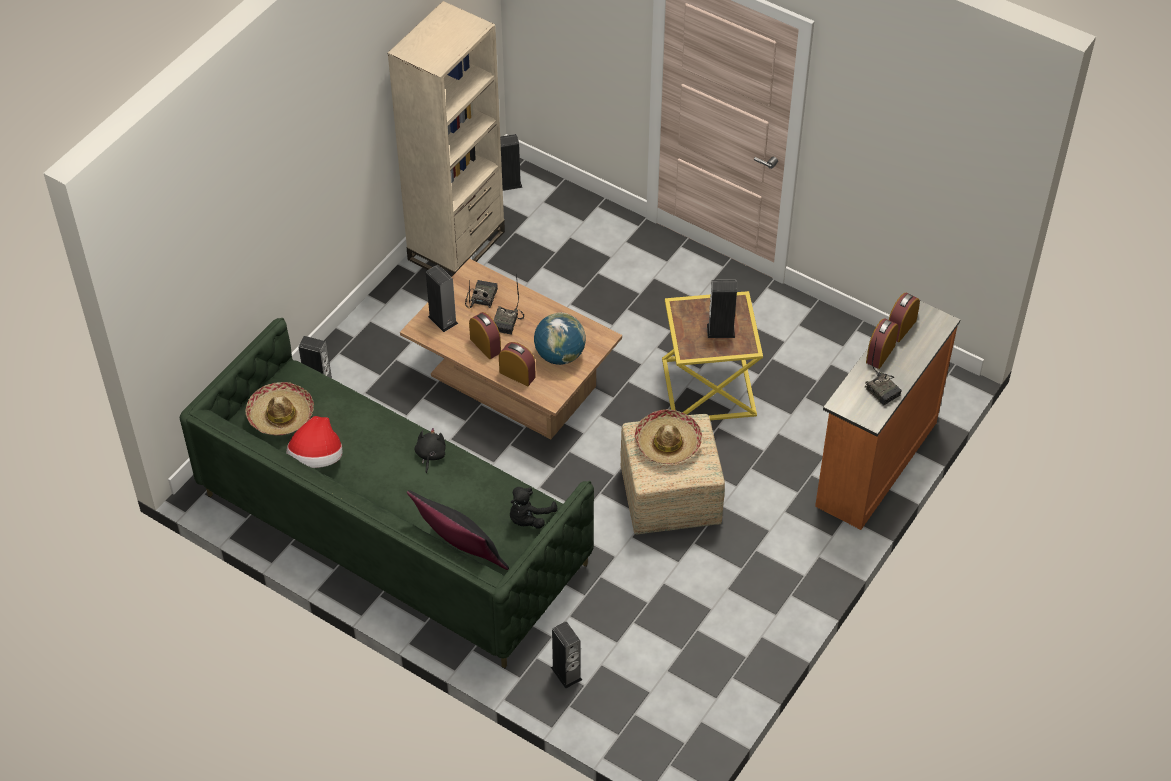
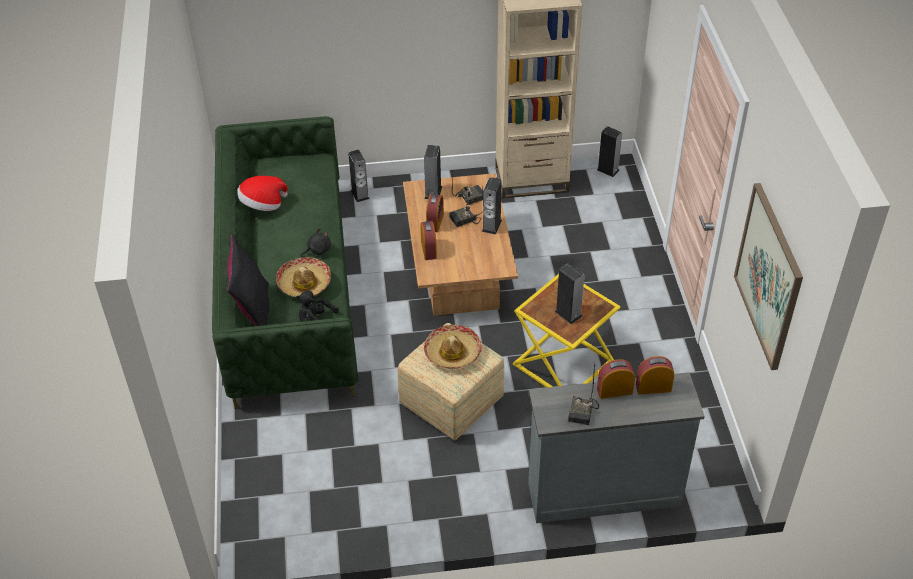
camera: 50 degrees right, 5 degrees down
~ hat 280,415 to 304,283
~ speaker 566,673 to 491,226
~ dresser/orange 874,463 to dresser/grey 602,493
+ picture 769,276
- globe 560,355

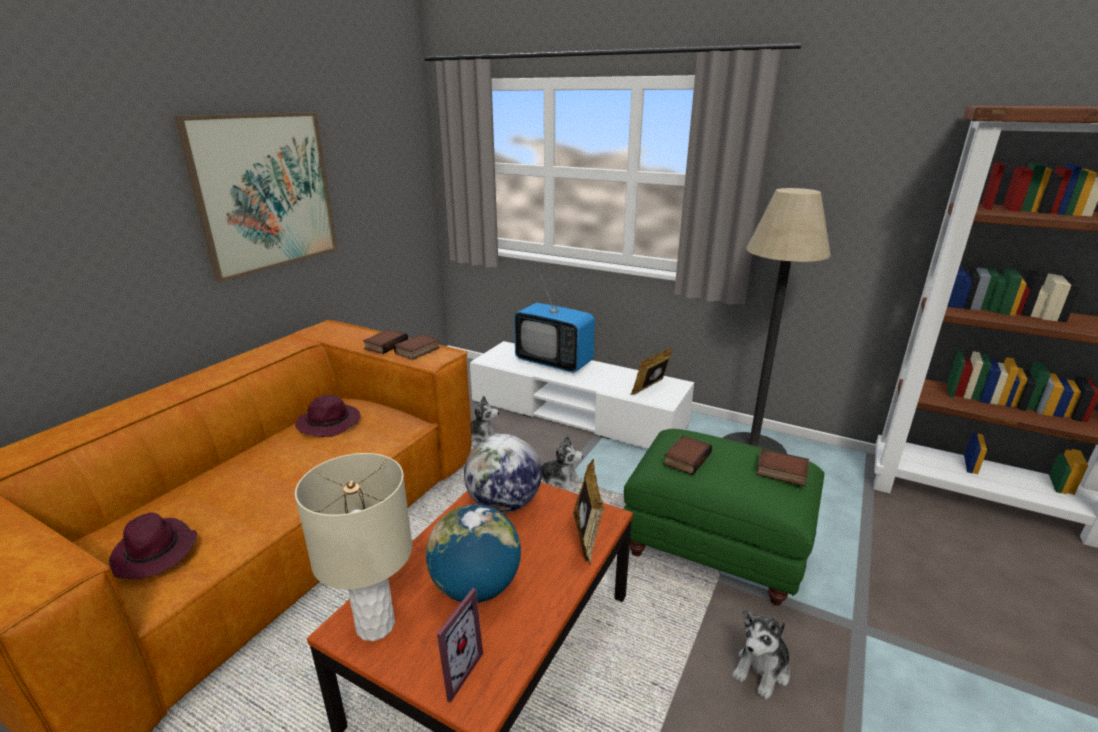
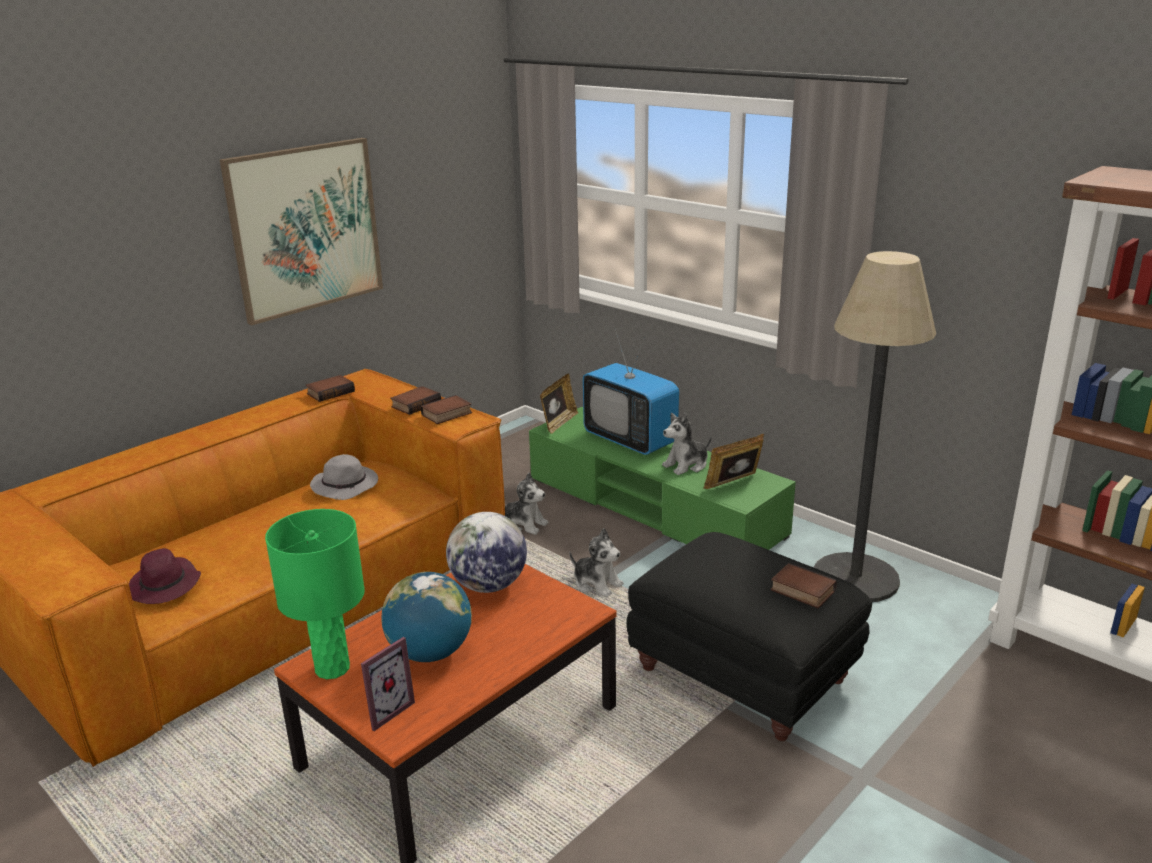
camera: 15 degrees right, 0 degrees up
~ table lamp/beige 376,626 to table lamp/green 333,668
~ book 686,458 to 330,392
~ hat/purple 330,423 to hat/grey 346,486
~ tv stand/white 576,413 to tv stand/green 653,507
~ picture frame 588,535 to 558,423
~ ottoman/green 716,548 to ottoman/black 745,676
~ plush toy 762,669 to 686,465

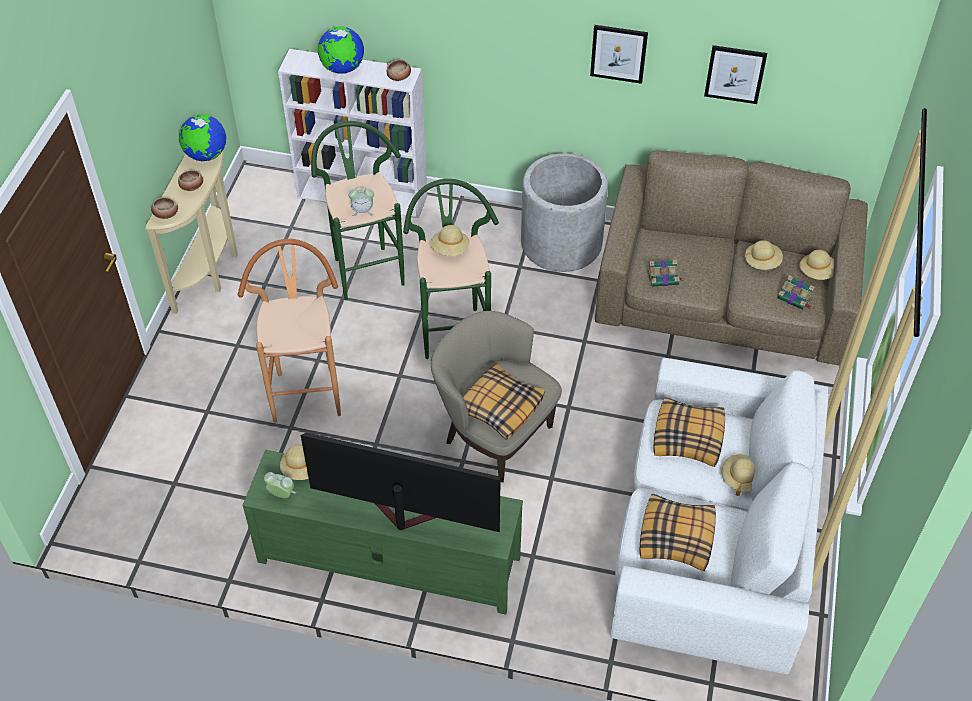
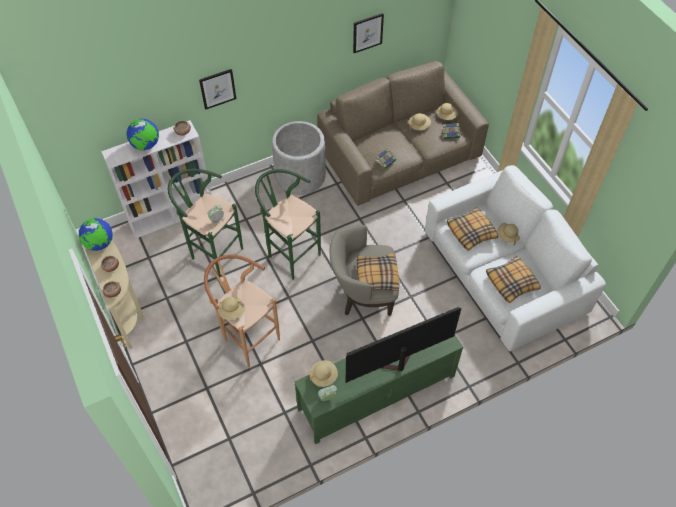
camera: 40 degrees left, 5 degrees up
~ picture 618,53 to 217,88
~ hat/beige 450,249 to 232,311

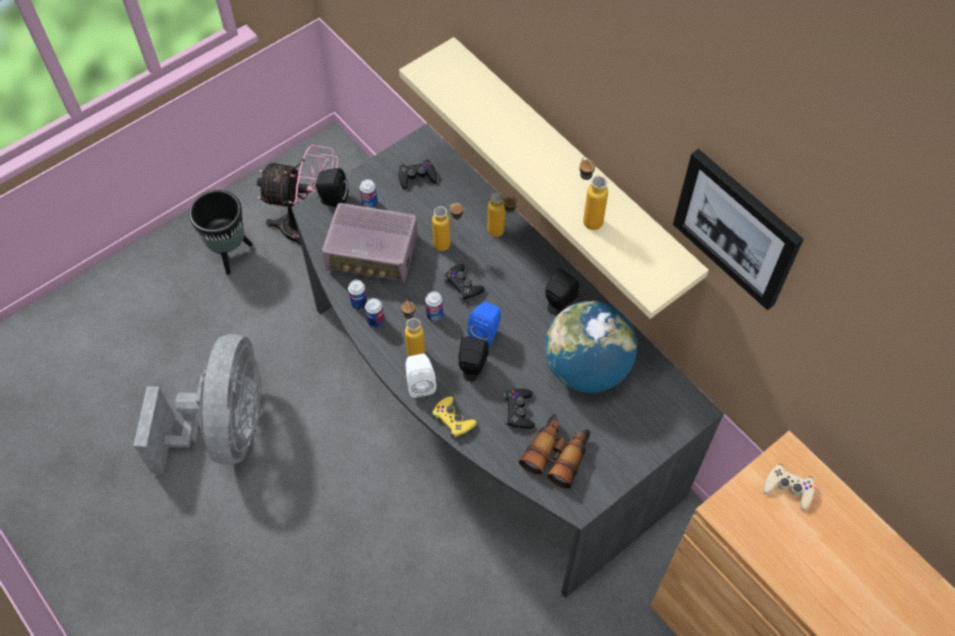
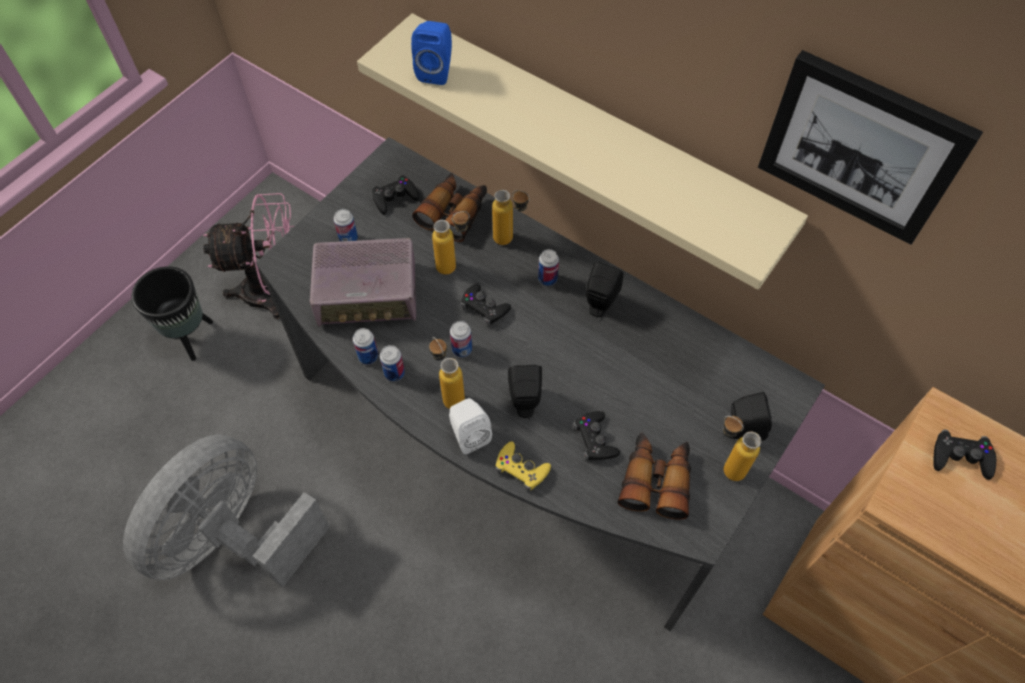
camera: 15 degrees left, 0 degrees up
~ fan/grey 226,430 = 234,537 135 degrees counterclockwise
~ speaker/blue 486,332 to 436,71
+ binoculars 454,212
+ can 547,279
~ bottle 587,217 to 726,465
~ speaker/black 332,200 to 740,430
~ game controller/beige 788,489 to game controller/black 960,457
- globe 586,368

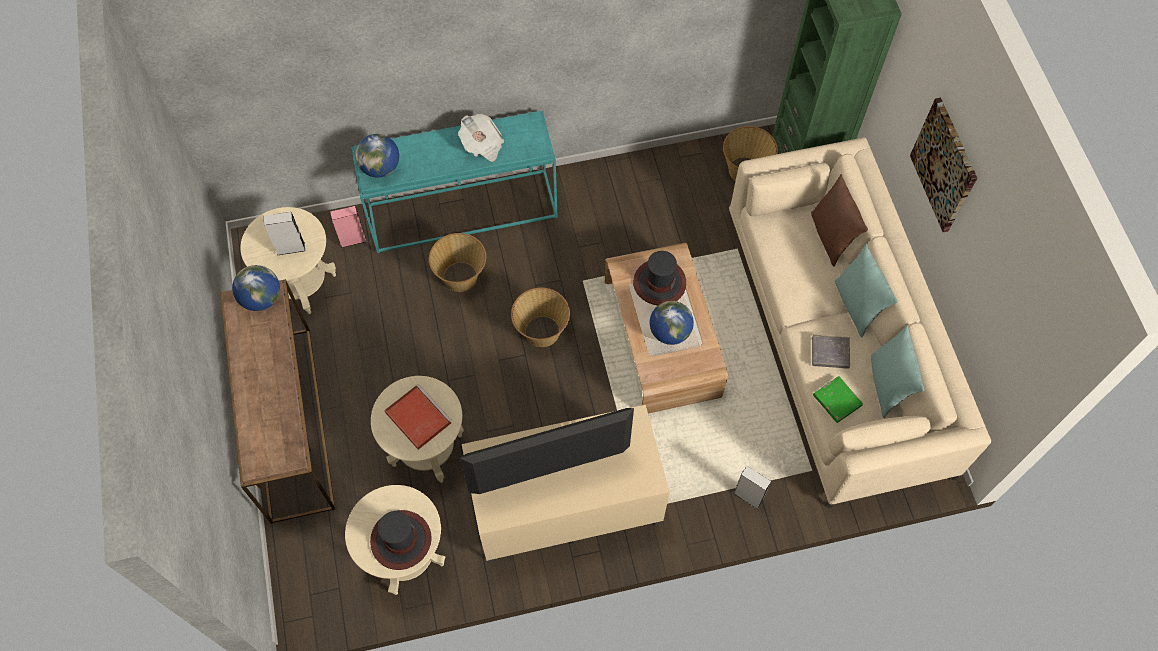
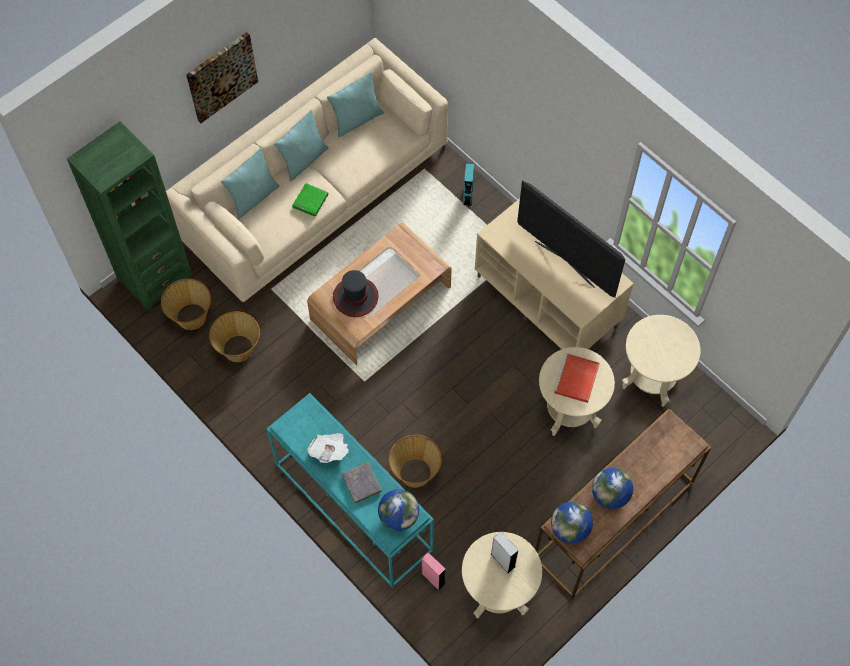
camera: 120 degrees left, 0 degrees up
~ basket 541,331 to 238,349
~ pillow/brown 831,237 to pillow/turquoise 253,198
~ book/green 837,400 to 310,201
~ book/grey 830,353 to 361,483
~ speaker/grey 748,497 to speaker/turquoise 467,196
~ globe 670,332 to 610,495
- hat 401,540

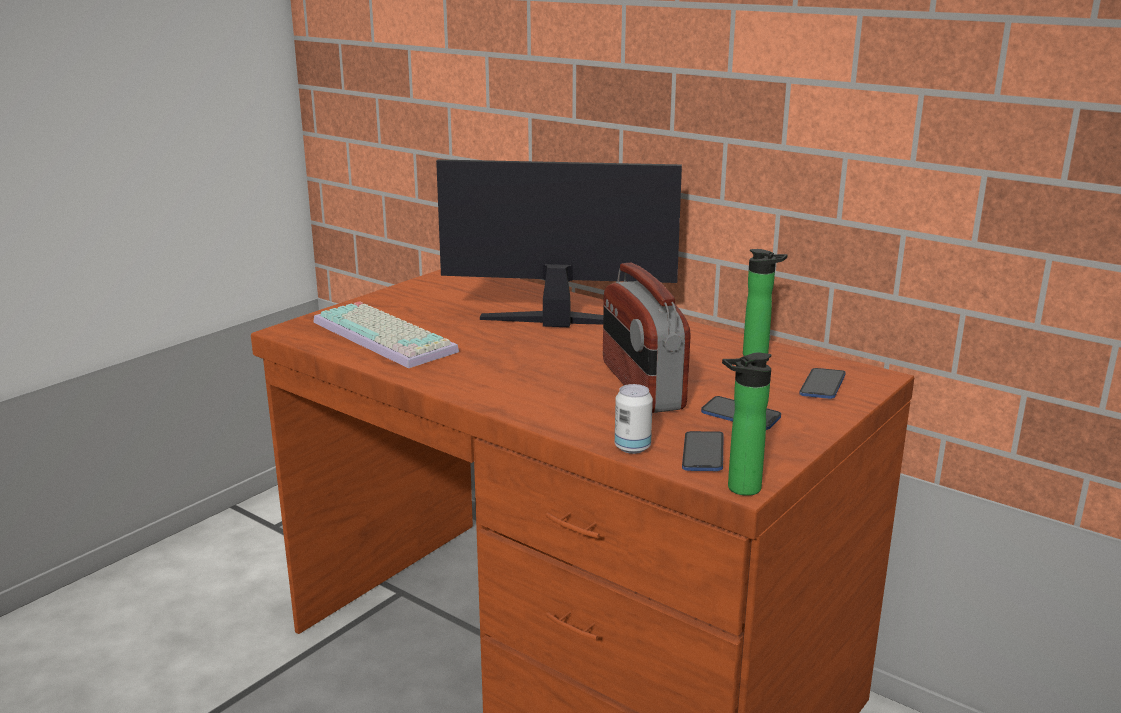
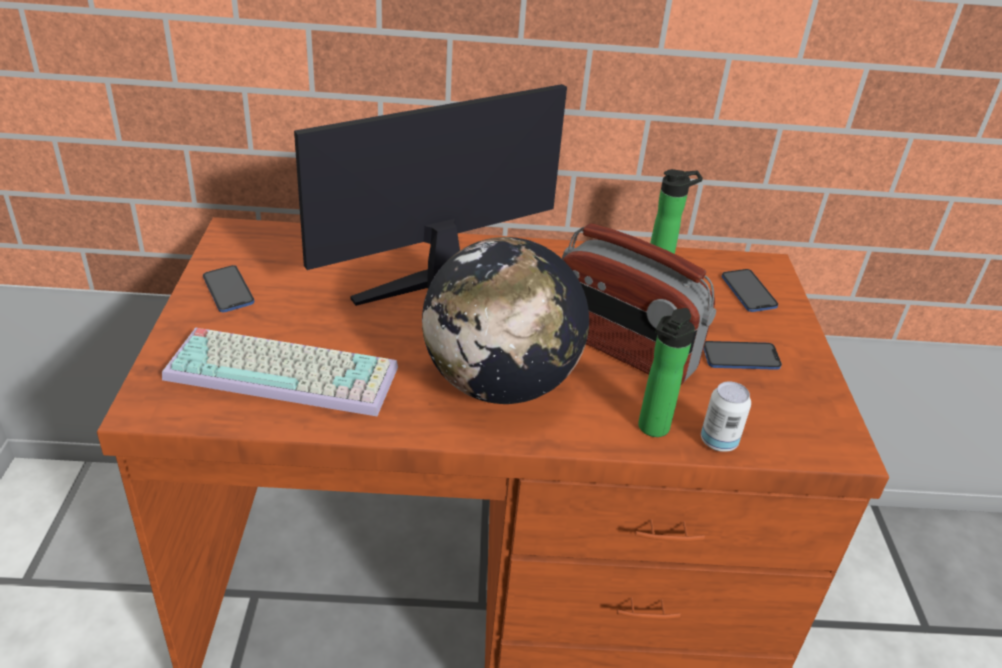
camera: 40 degrees left, 15 degrees up
~ phone 703,453 to 228,290
+ globe 499,384
~ bottle 739,489 to 651,429

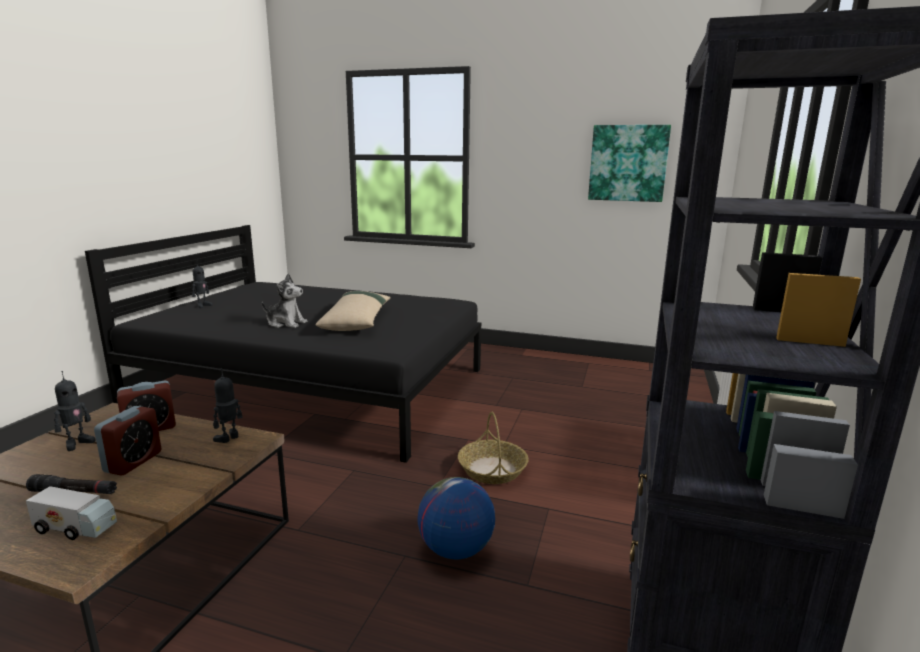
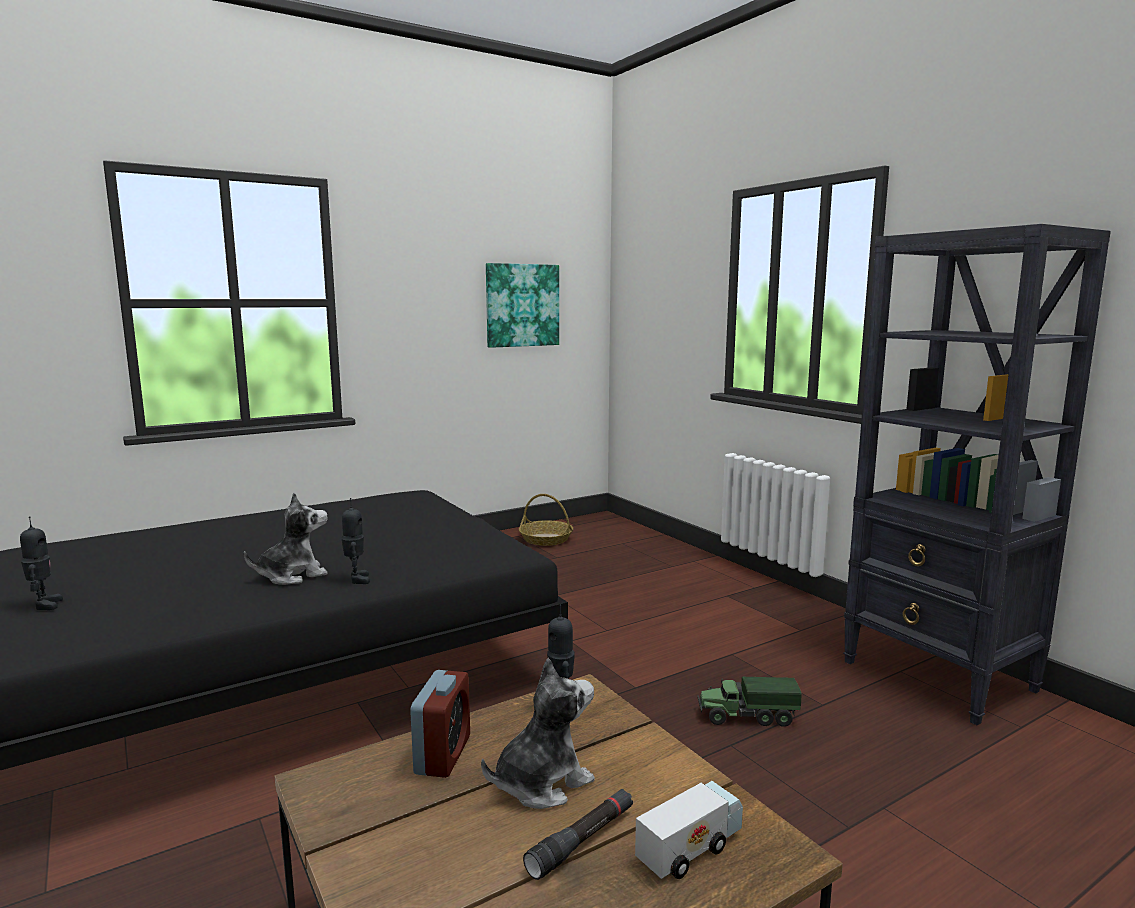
camera: 50 degrees left, 5 degrees down
~ toy robot 77,443 to 357,580
~ alarm clock 133,462 to plush toy 541,782
~ basket 492,470 to 546,539
~ globe 455,549 to toy truck 746,717
- pillow/beige 357,321

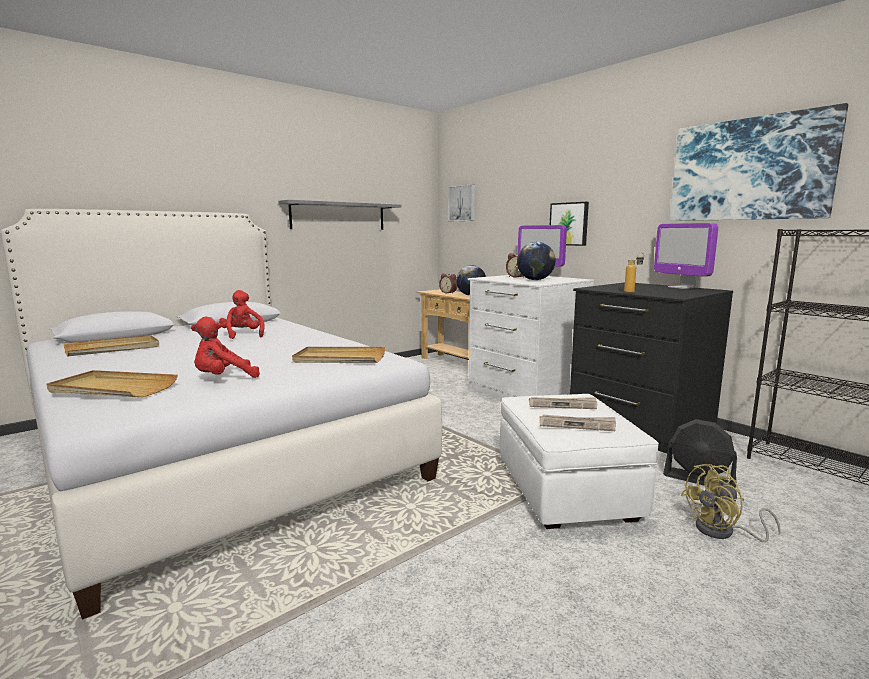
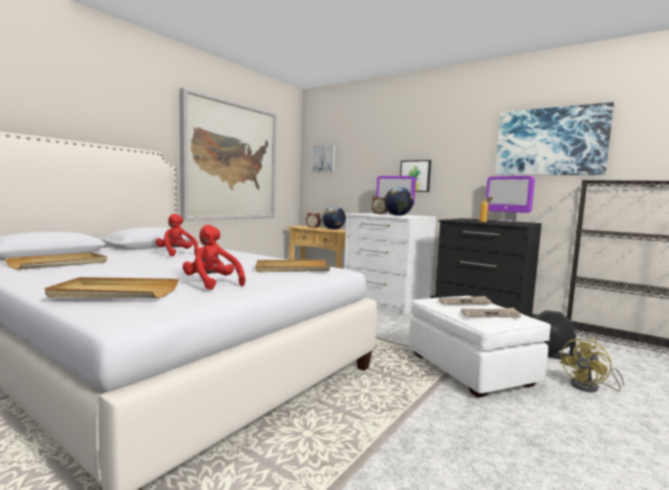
camera: 15 degrees left, 5 degrees down
~ shelf/grey 338,216 to picture 230,161
~ plush toy/red 223,379 = 212,284 90 degrees clockwise

